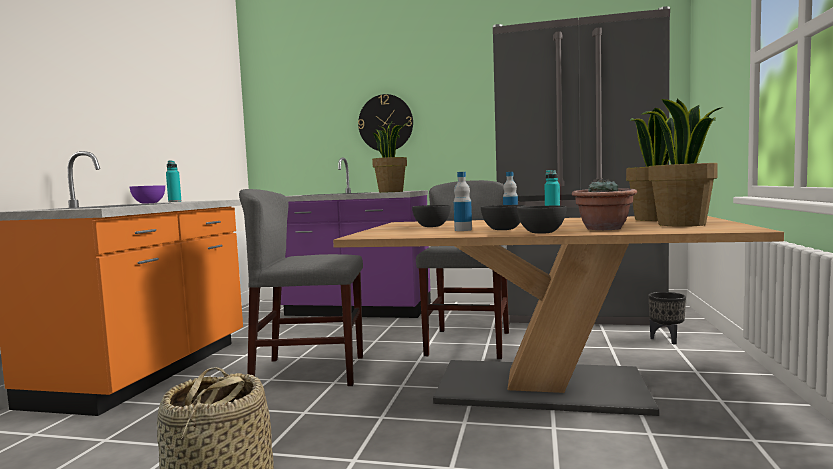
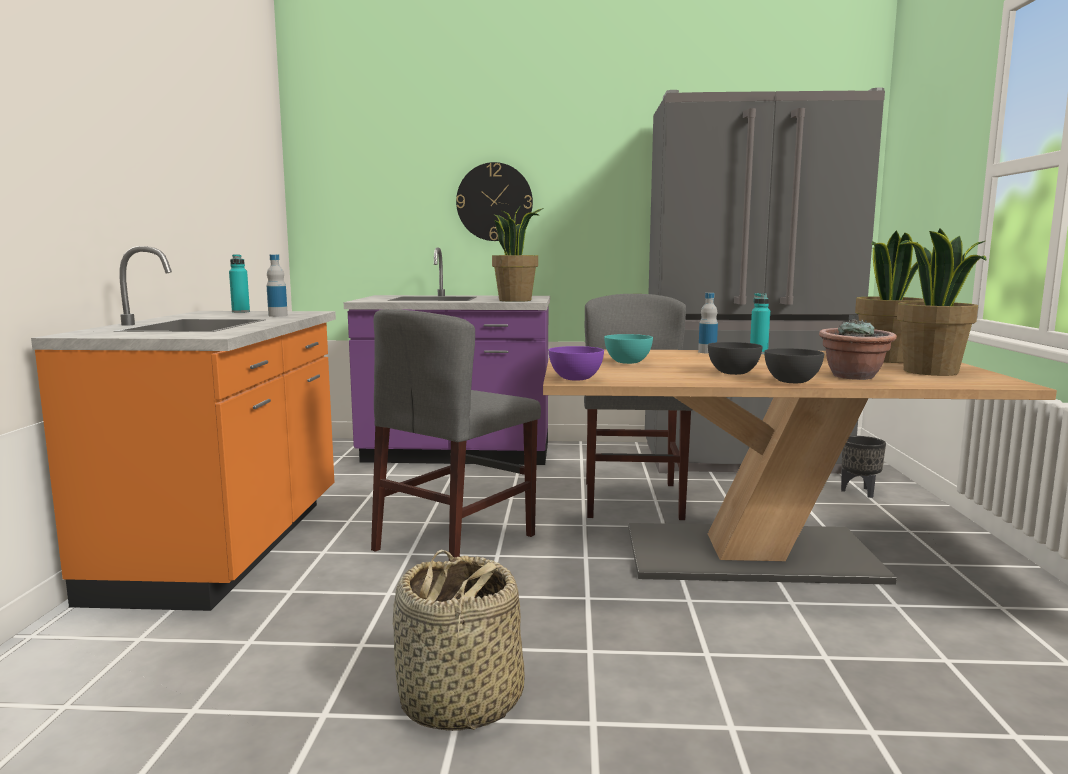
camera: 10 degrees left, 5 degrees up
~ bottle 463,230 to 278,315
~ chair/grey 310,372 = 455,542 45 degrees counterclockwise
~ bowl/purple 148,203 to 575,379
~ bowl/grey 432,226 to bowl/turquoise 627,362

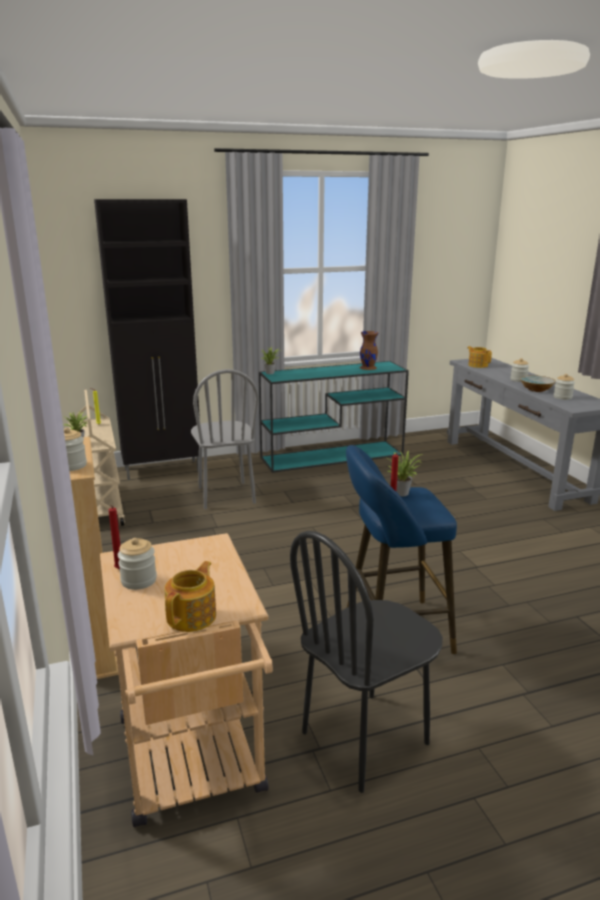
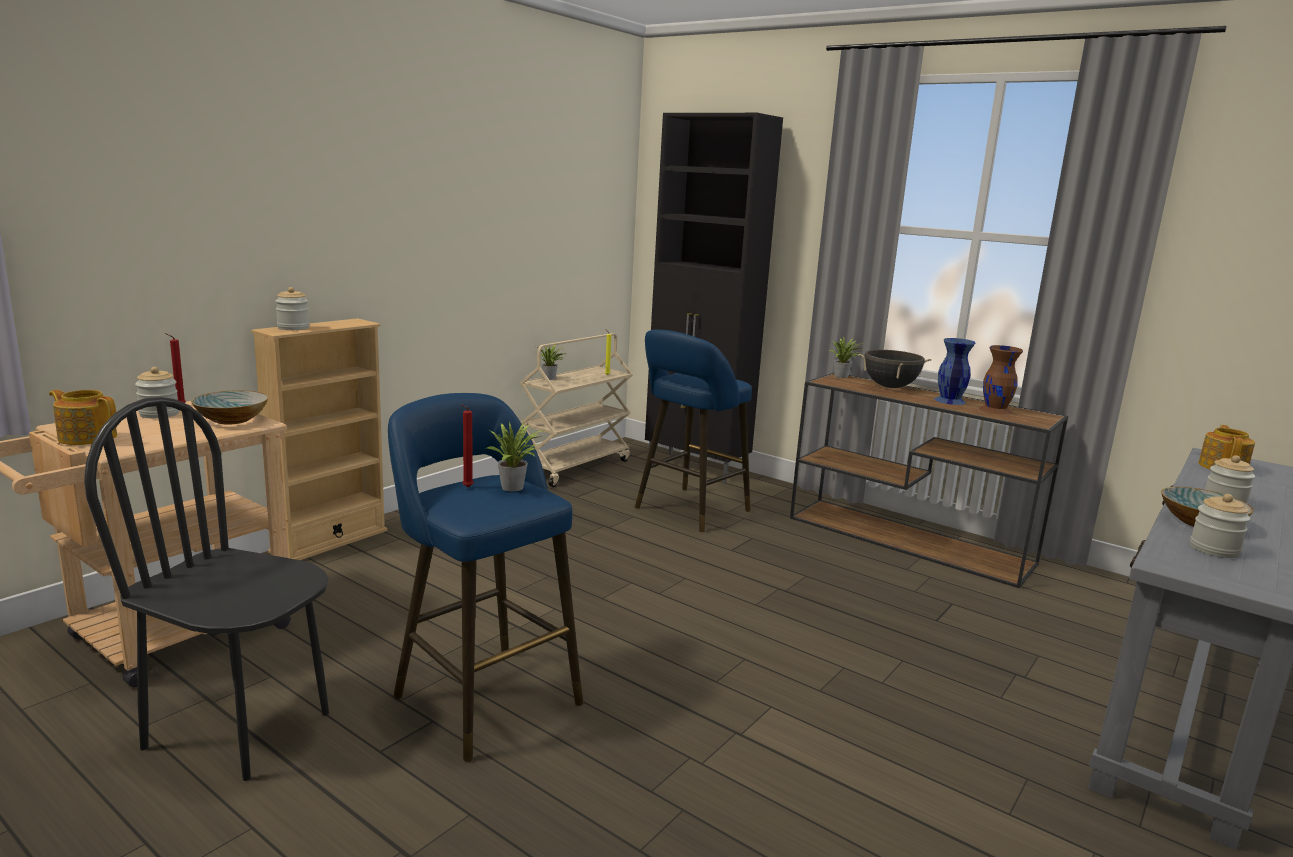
camera: 55 degrees right, 5 degrees down
~ teapot 193,616 = 87,437 150 degrees counterclockwise
+ bowl 232,420
~ chair/grey 225,495 to stool/blue 688,511
~ console table/turquoise 333,456 to console table/brown 911,540
+ cooking pot/black 890,387
+ vase/blue 949,400

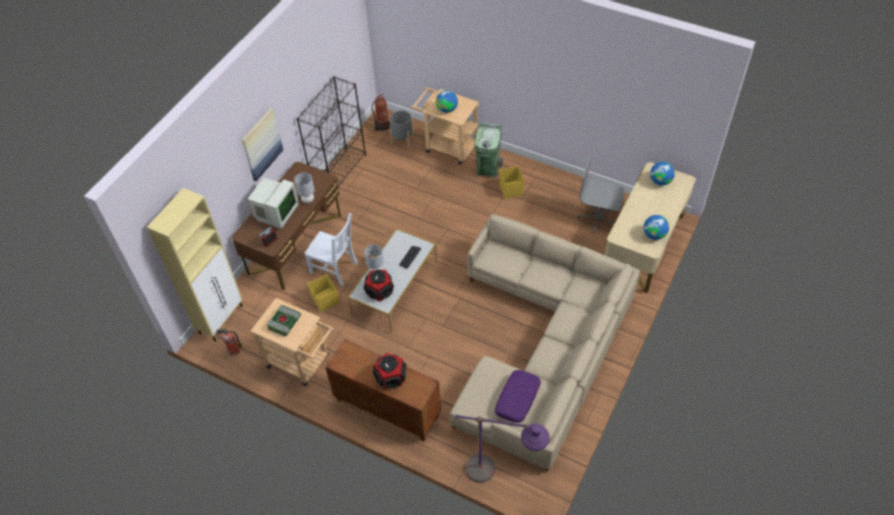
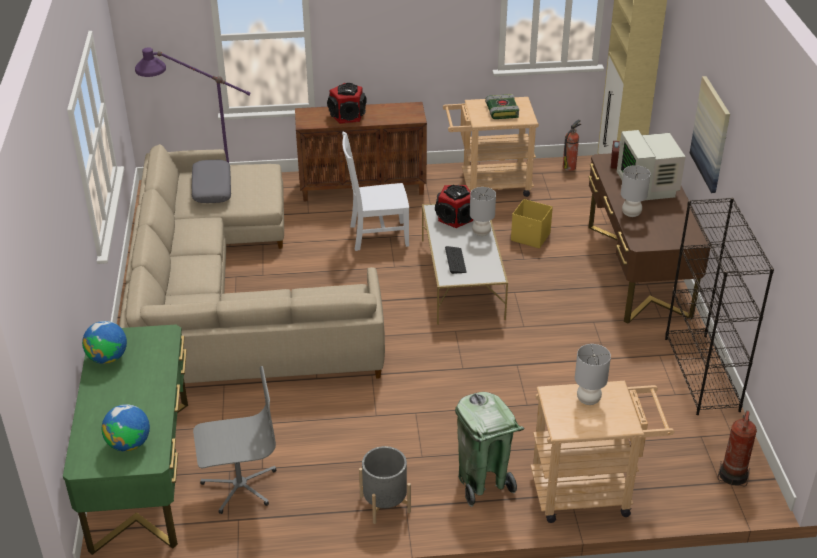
camera: 145 degrees right, 15 degrees down
~ desk/beige 643,246 to desk/green 141,473
~ pillow/purple 517,399 to pillow/grey 211,188
~ chair/white 335,268 to 376,236
~ planter/grey 402,138 to 385,504
~ globe 447,109 to table lamp/grey 588,400
- storage box/yellow 511,189

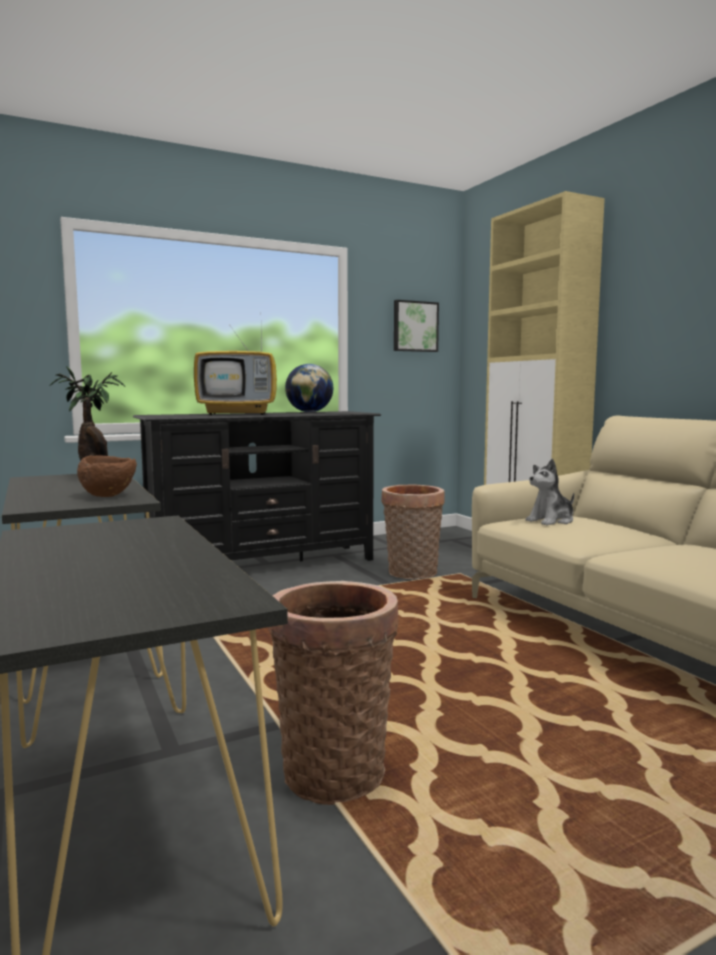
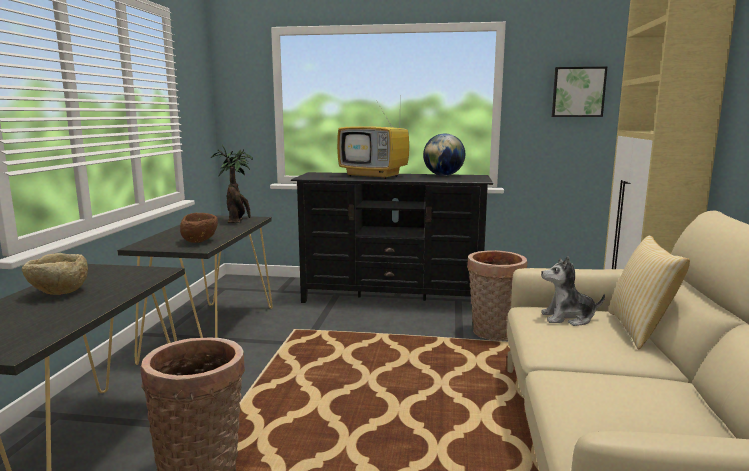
camera: 35 degrees right, 5 degrees up
+ bowl/beige 59,293
+ pillow 640,330

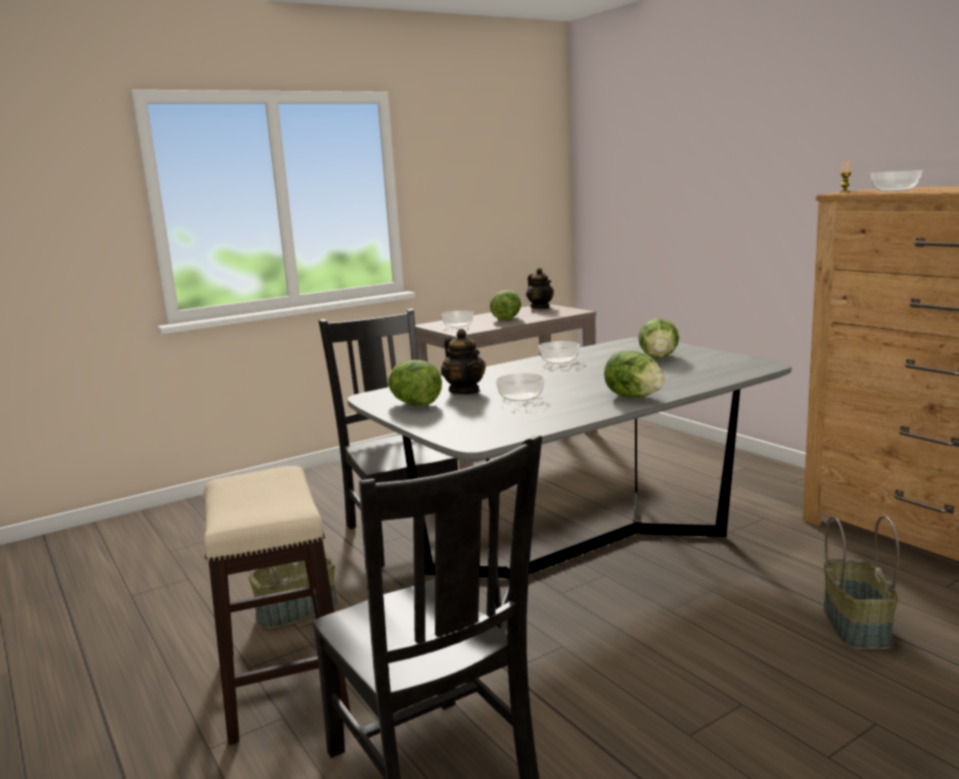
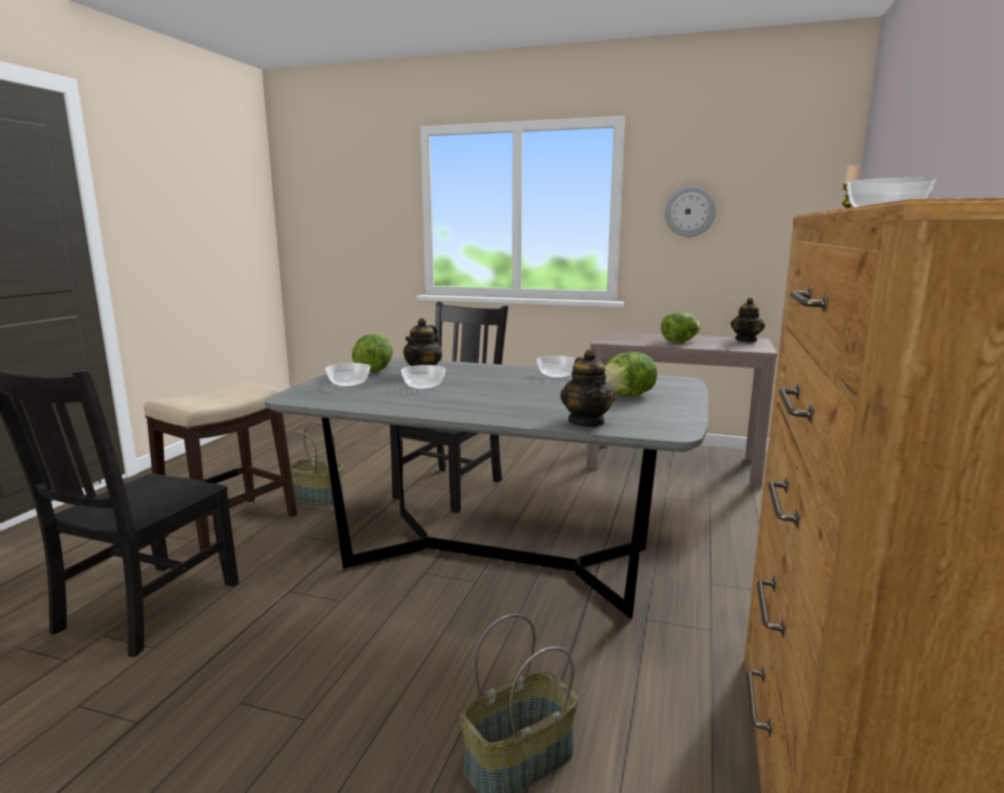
camera: 50 degrees right, 0 degrees up
~ bowl 458,325 to 348,384
+ teapot 587,422
+ wall clock 690,212
- lettuce 634,397

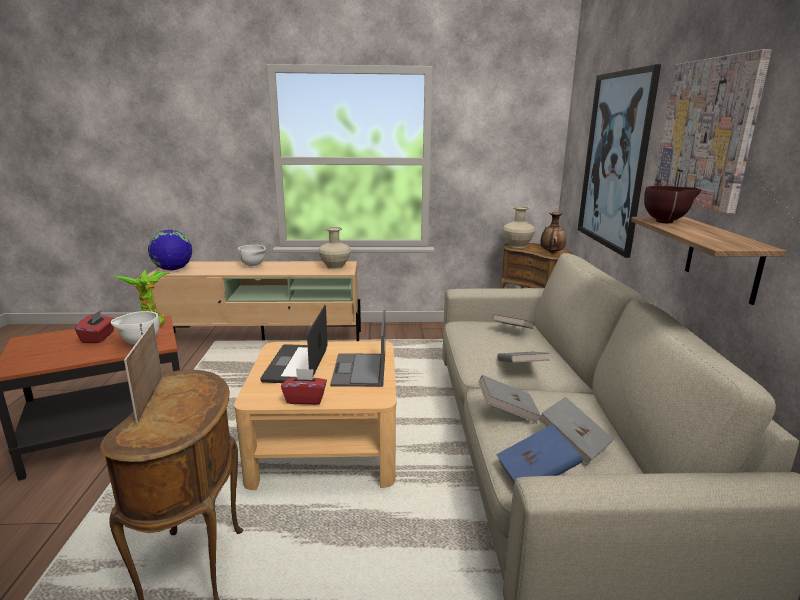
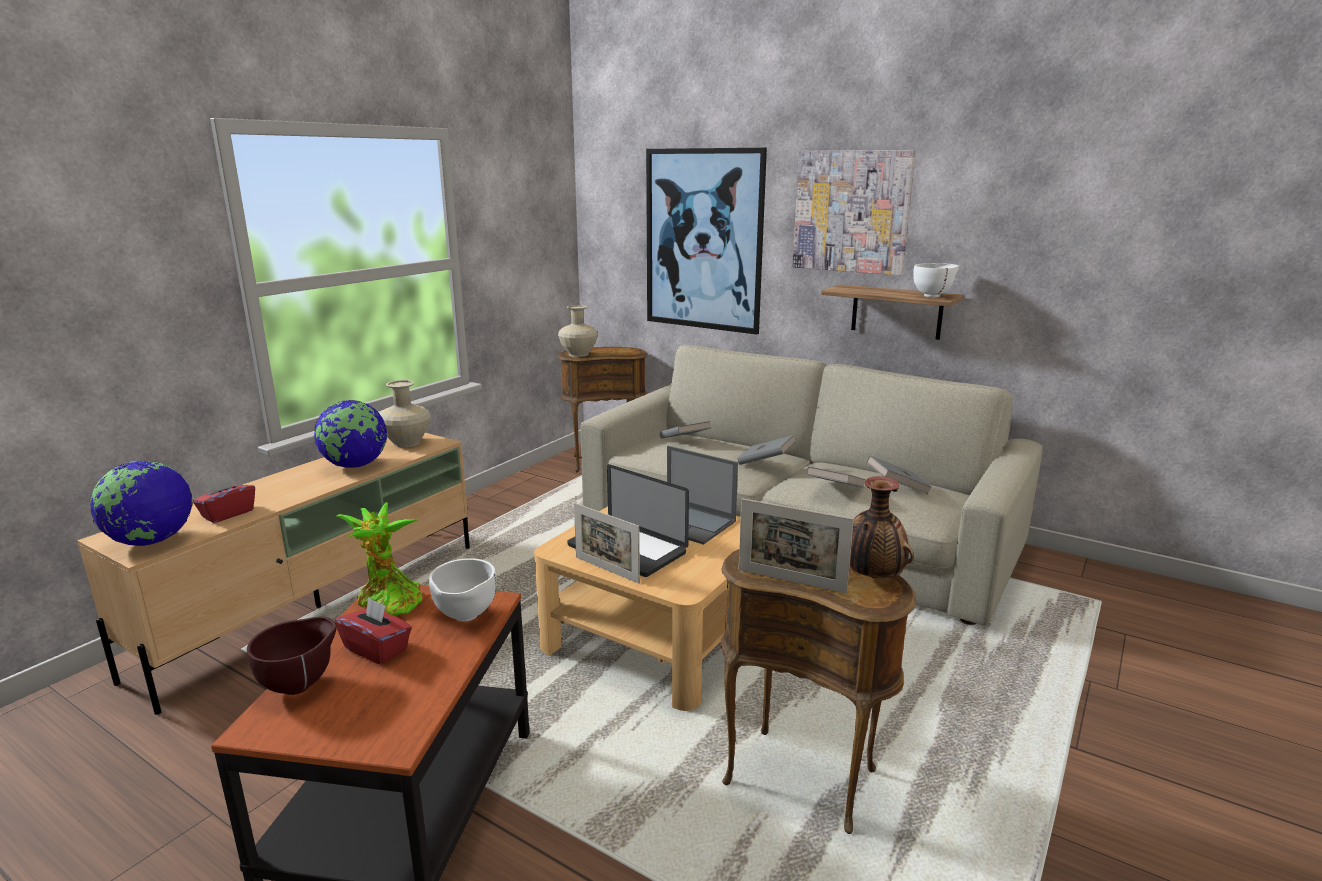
camera: 55 degrees left, 0 degrees up
~ tissue box/red 305,399 to 227,514
~ bowl/brown 667,222 to 301,685
+ globe 355,466
+ picture frame 607,570
~ vase 551,253 to 872,577
~ bowl/white 254,266 to 933,296
- book/blue 536,474

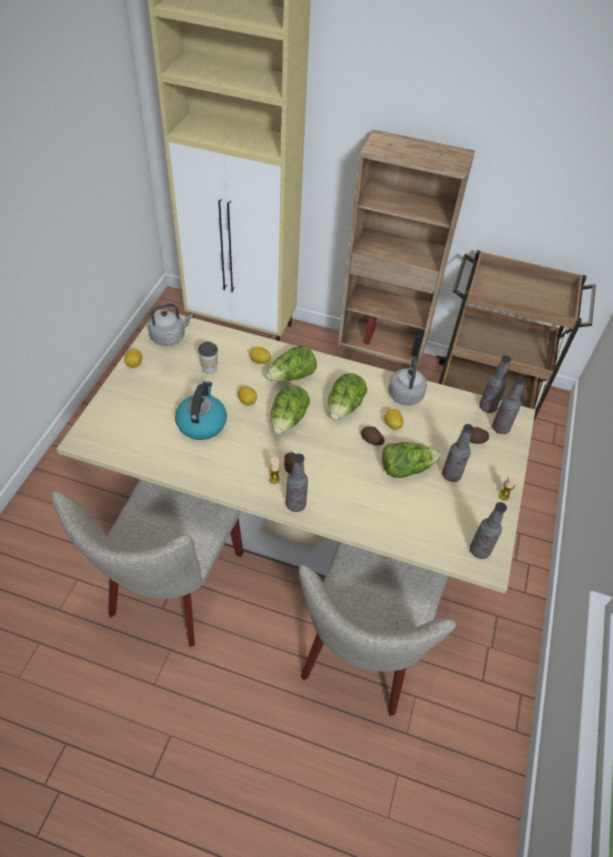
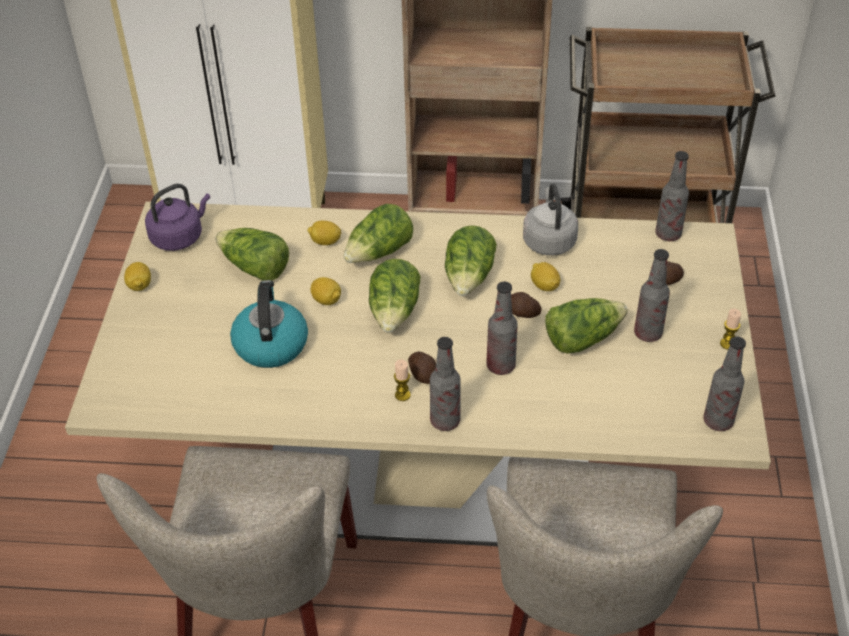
camera: 10 degrees left, 5 degrees down
~ kettle/grey 170,337 to kettle/purple 179,237
~ cup 209,368 to lettuce 254,268
~ bottle 500,428 to 500,366

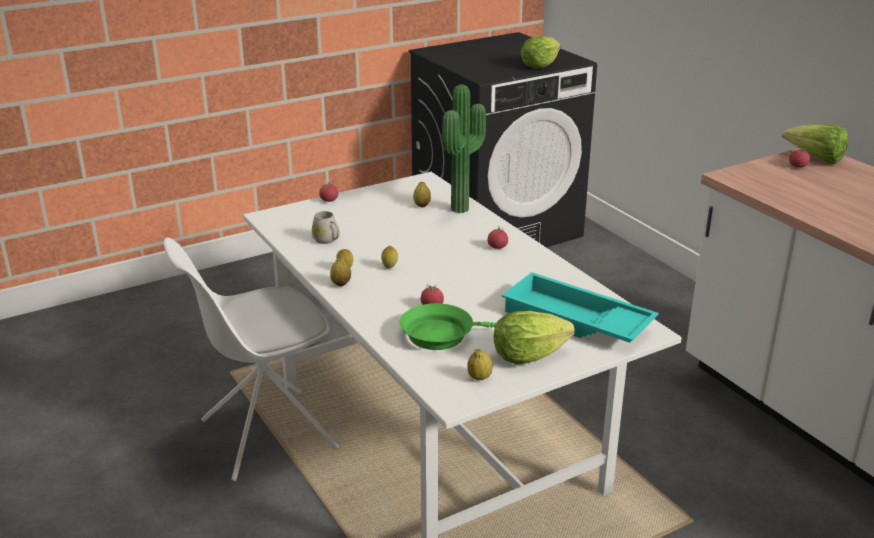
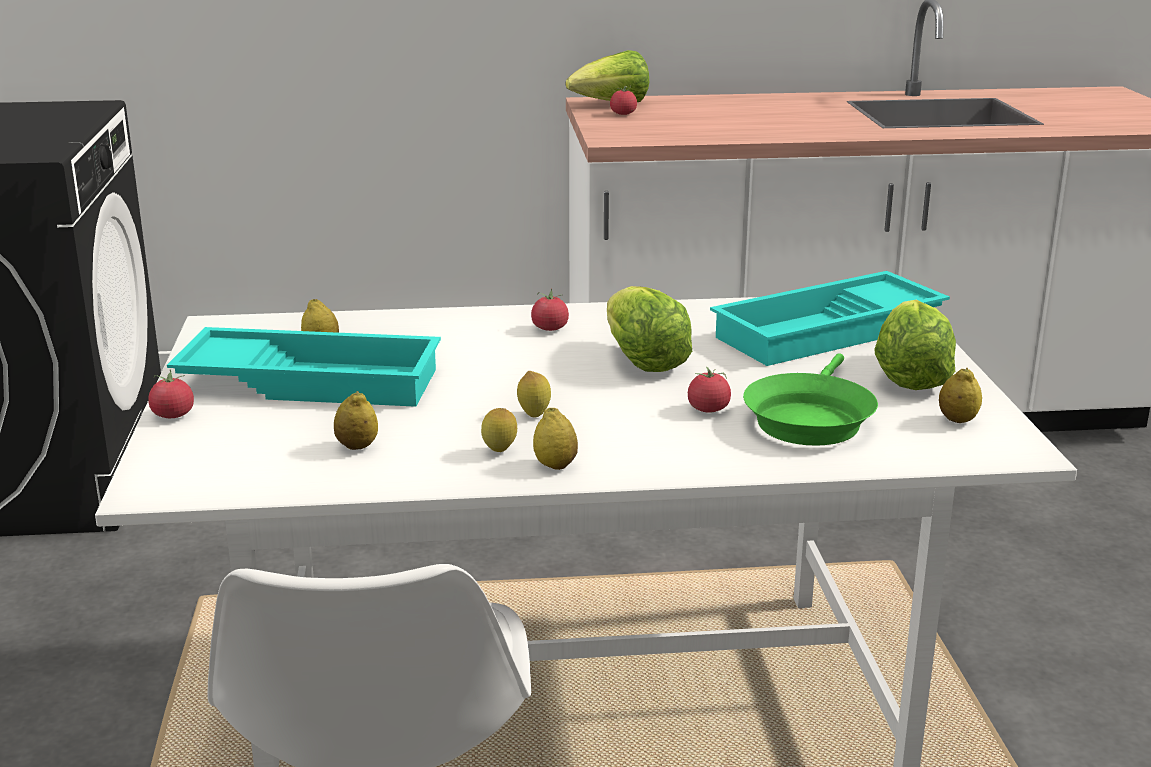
camera: 65 degrees left, 5 degrees down
+ tray/turquoise 313,380
~ mug/white 328,240 to lemon 357,447
~ lettuce 539,66 to 643,362
- potted plant 463,209

